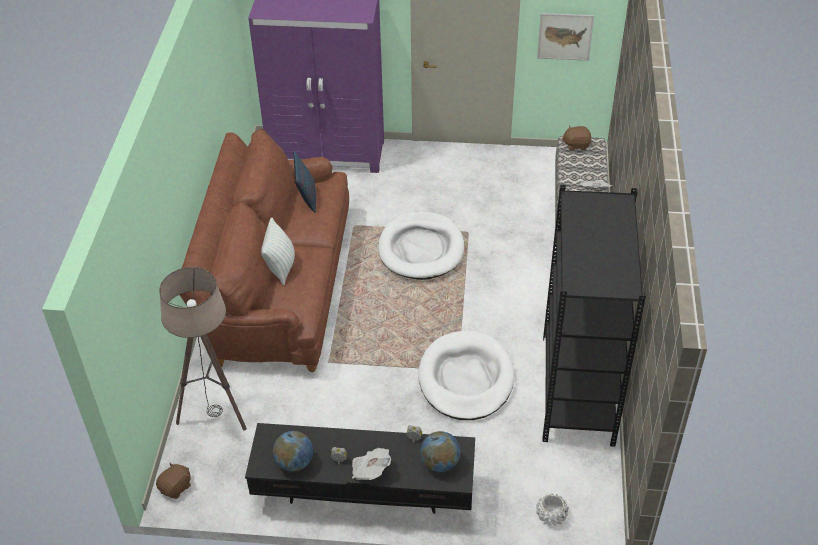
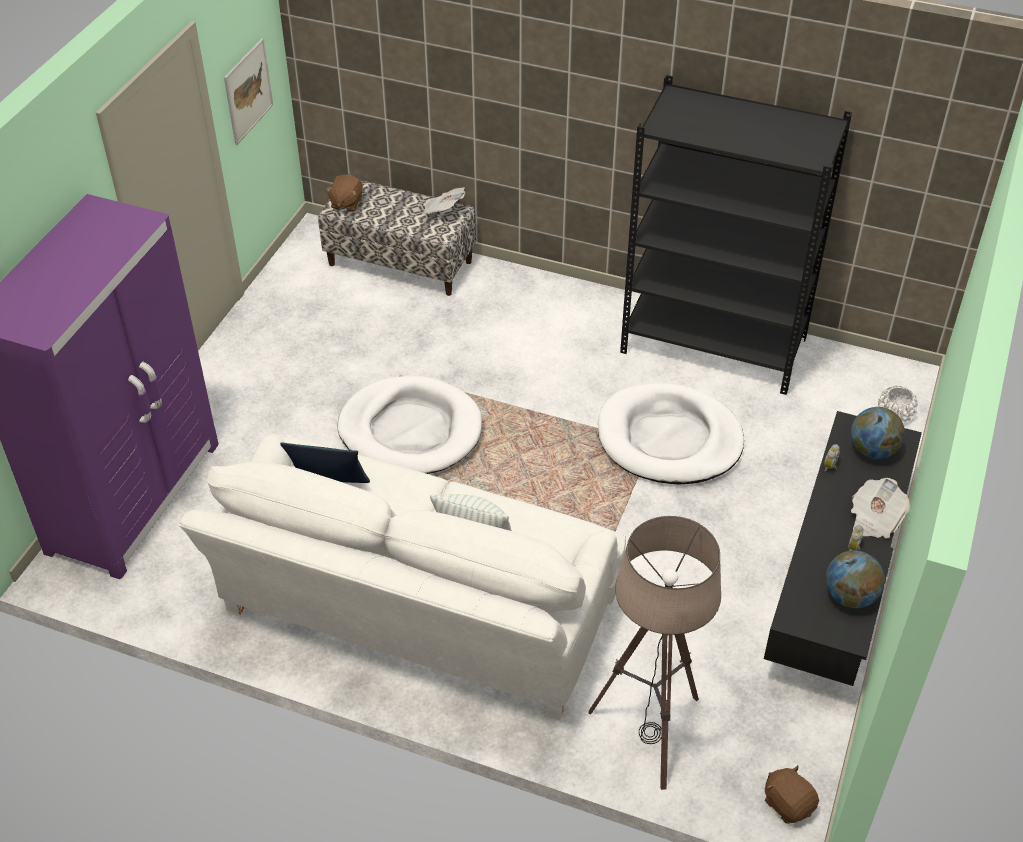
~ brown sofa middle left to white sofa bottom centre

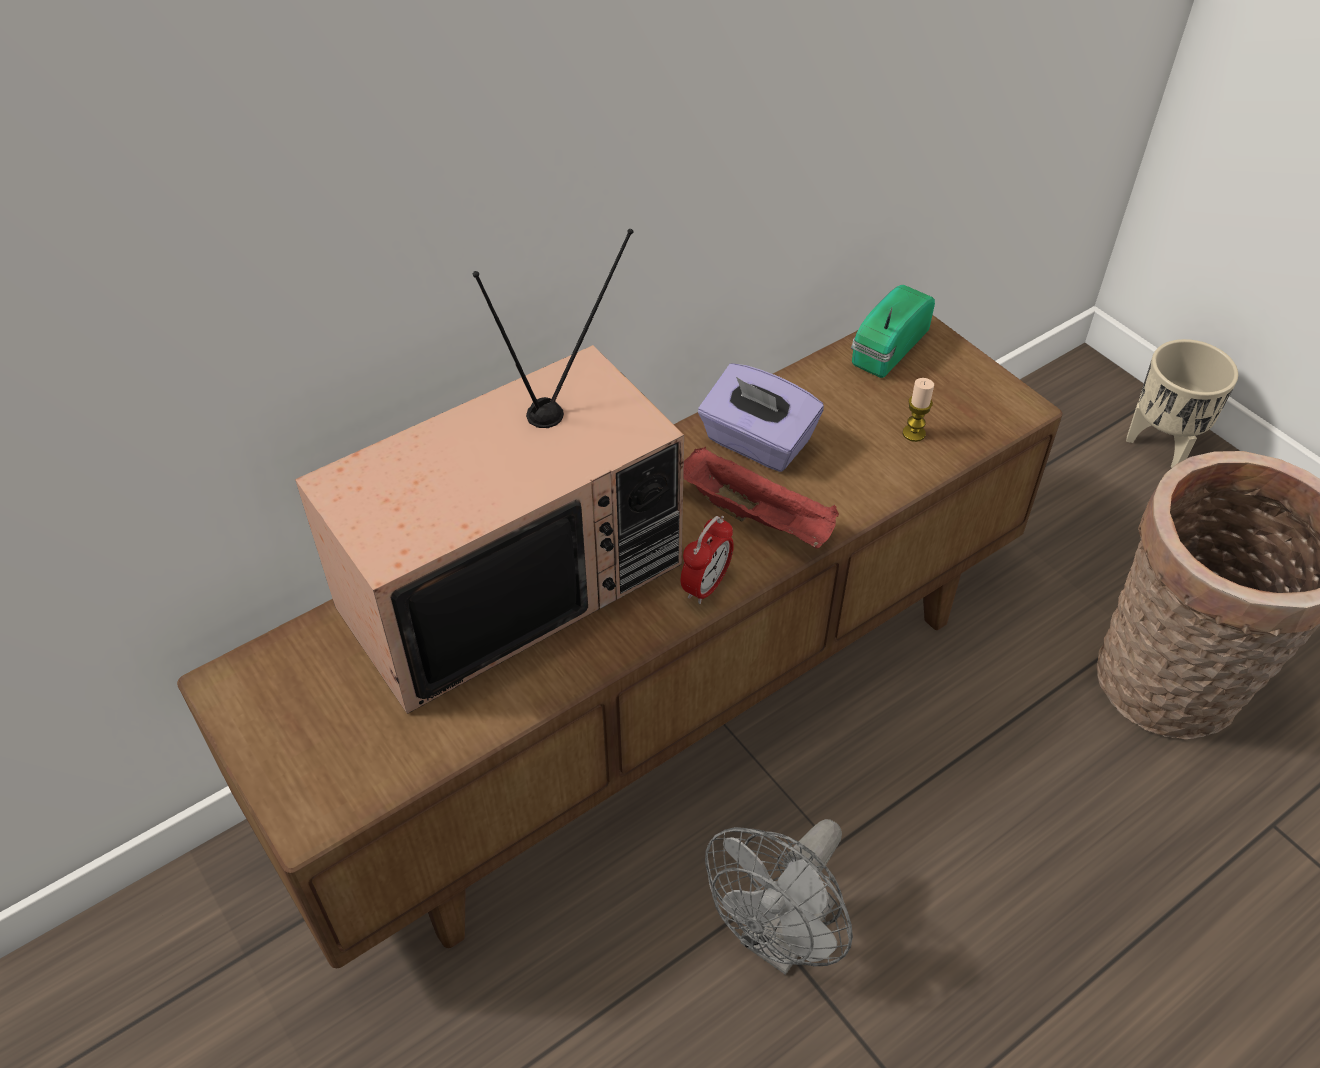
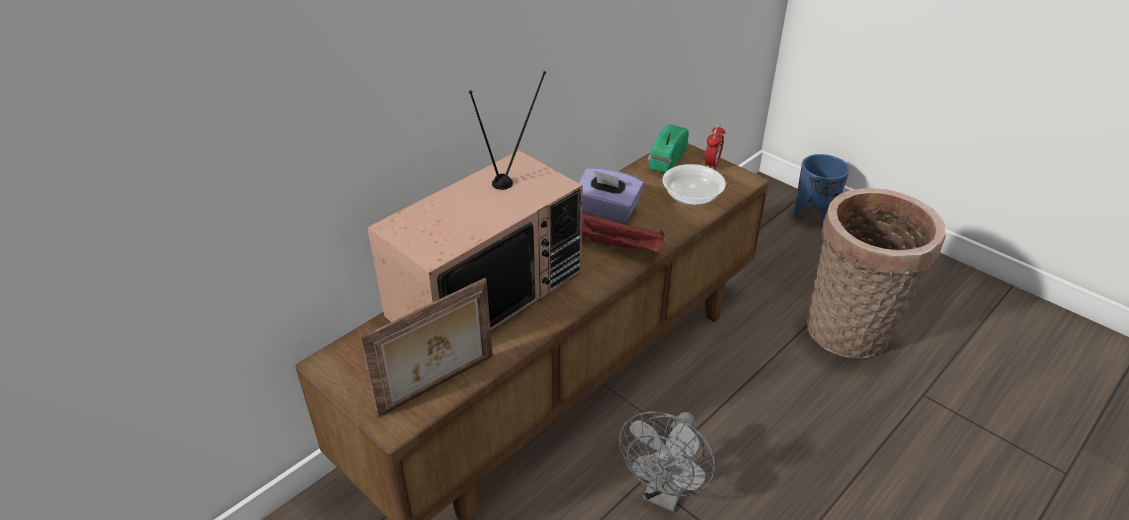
~ beige planter middle right to blue planter middle right
~ candle middle right to bowl centre
~ alarm clock centre to top centre
+ picture frame bottom centre

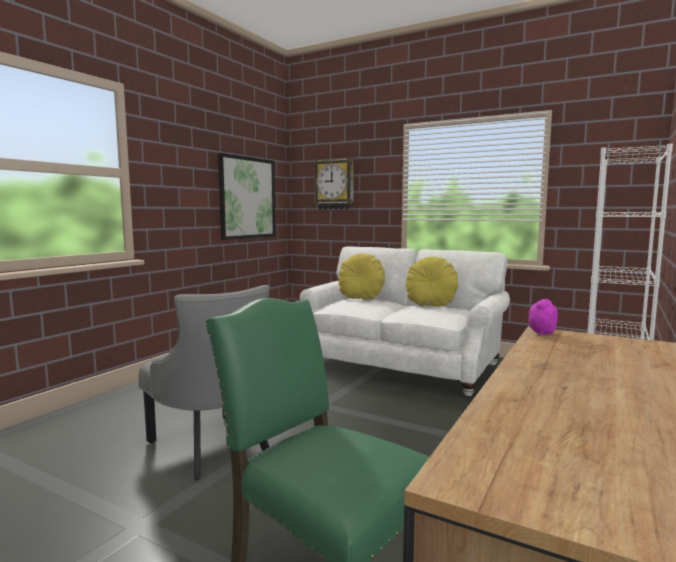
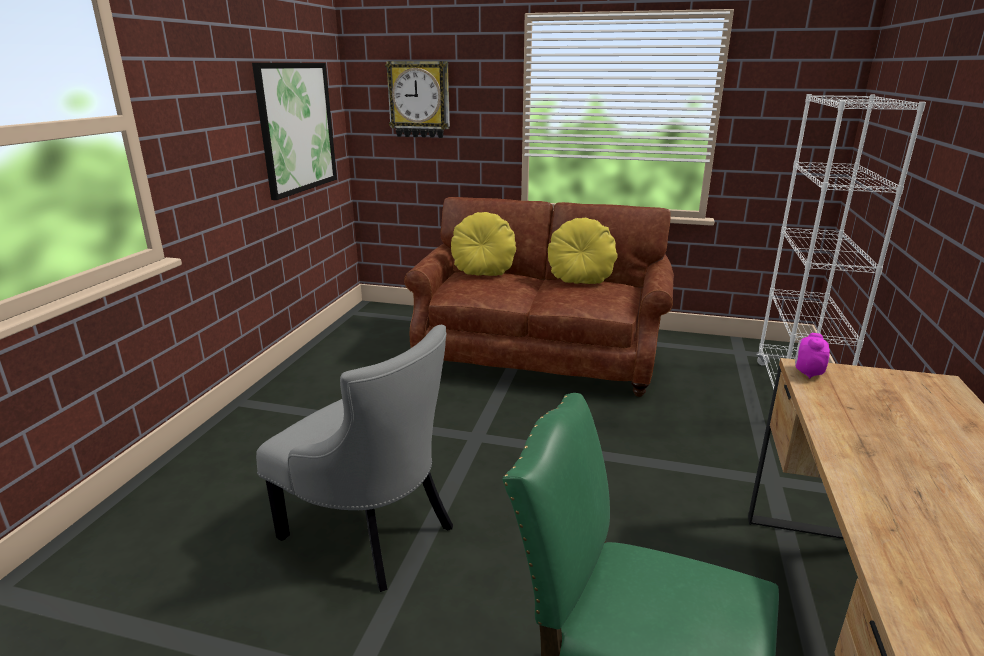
~ white sofa centre to brown sofa centre

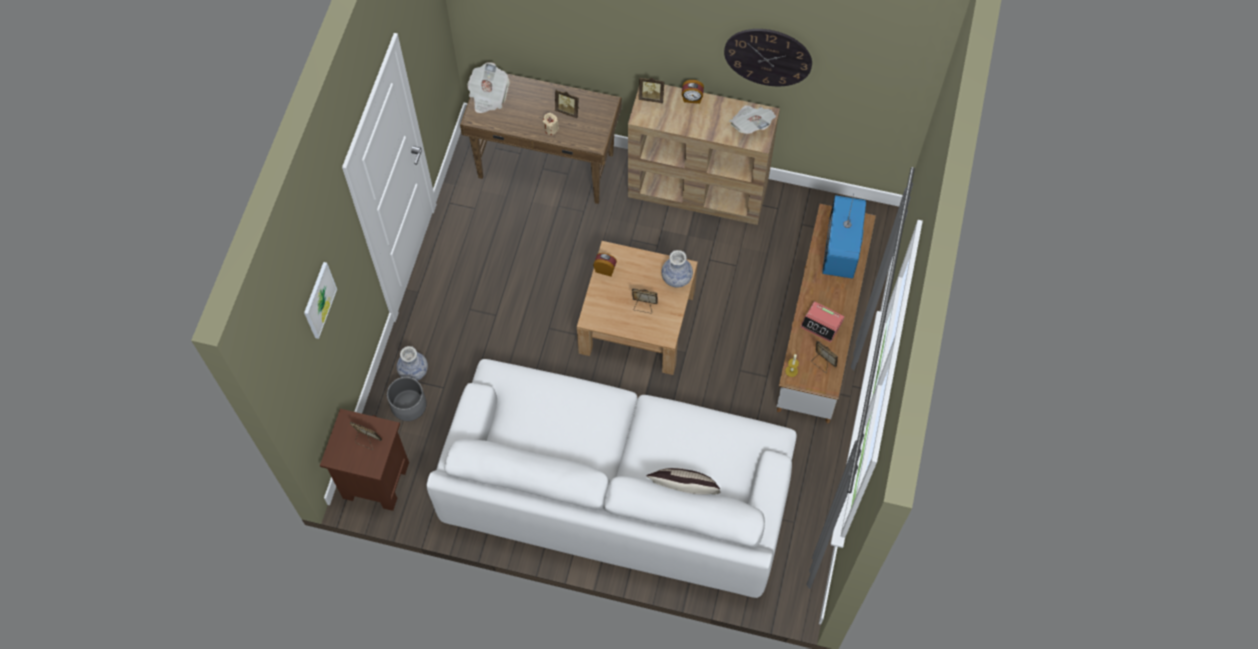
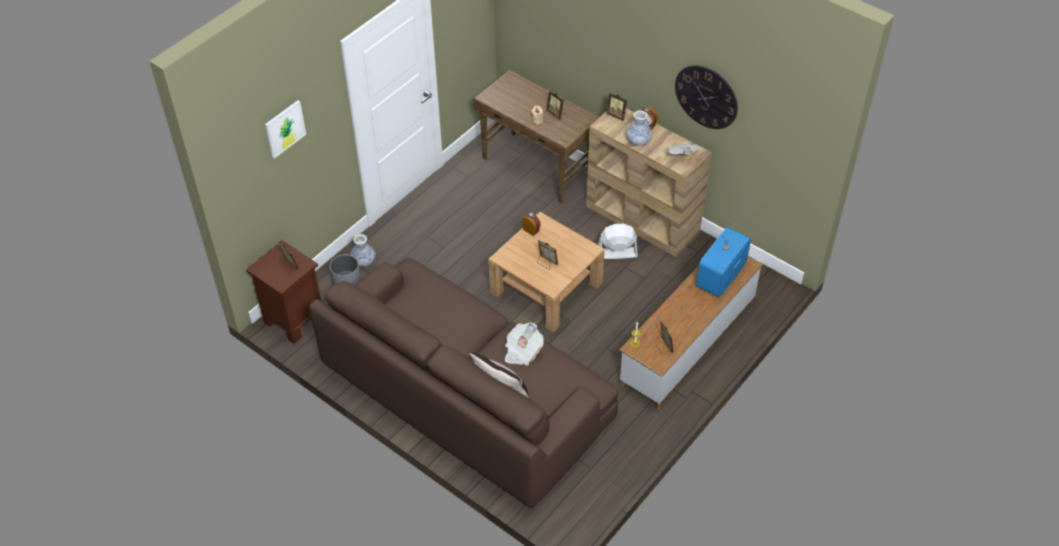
~ newspaper (1st from left) top centre to centre
~ vase (2nd from left) centre to top centre
- alarm clock (3rd from left) centre
~ white sofa bottom centre to brown sofa bottom centre
+ white fan centre

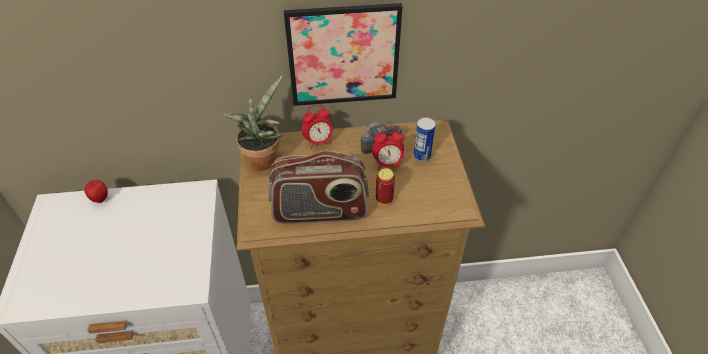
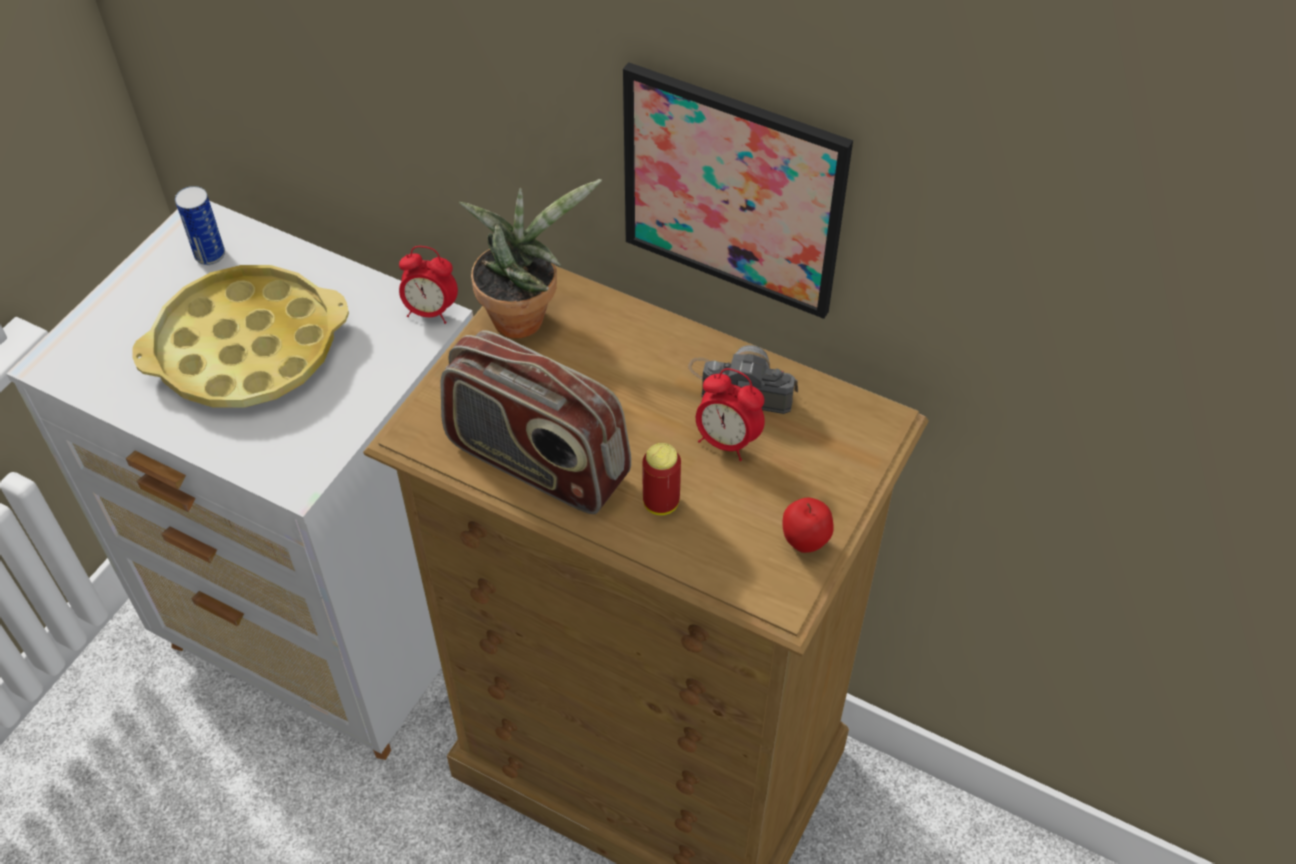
~ alarm clock (1st from left) centre to top left
~ can (2nd from left in the first image) centre to can (1st from left) top left
~ apple middle left to centre
+ yellow tray middle left

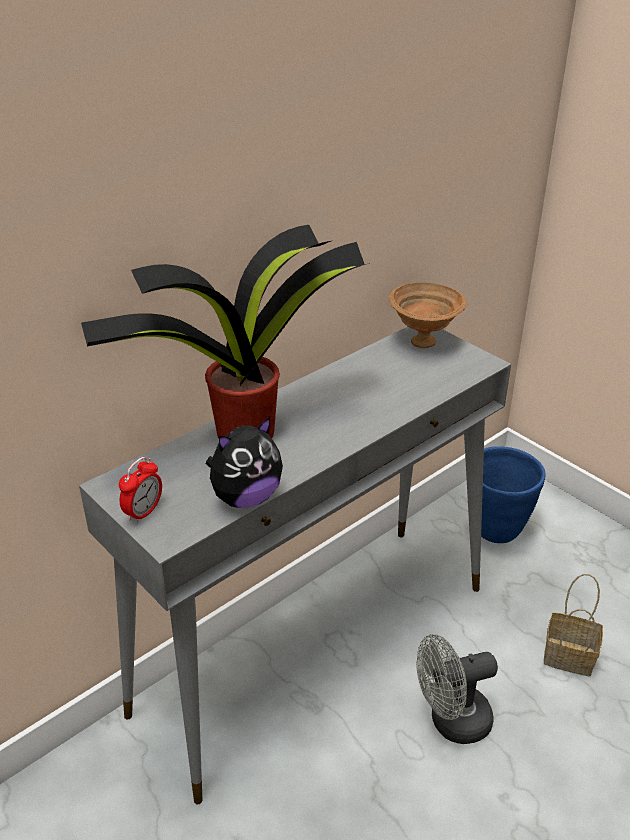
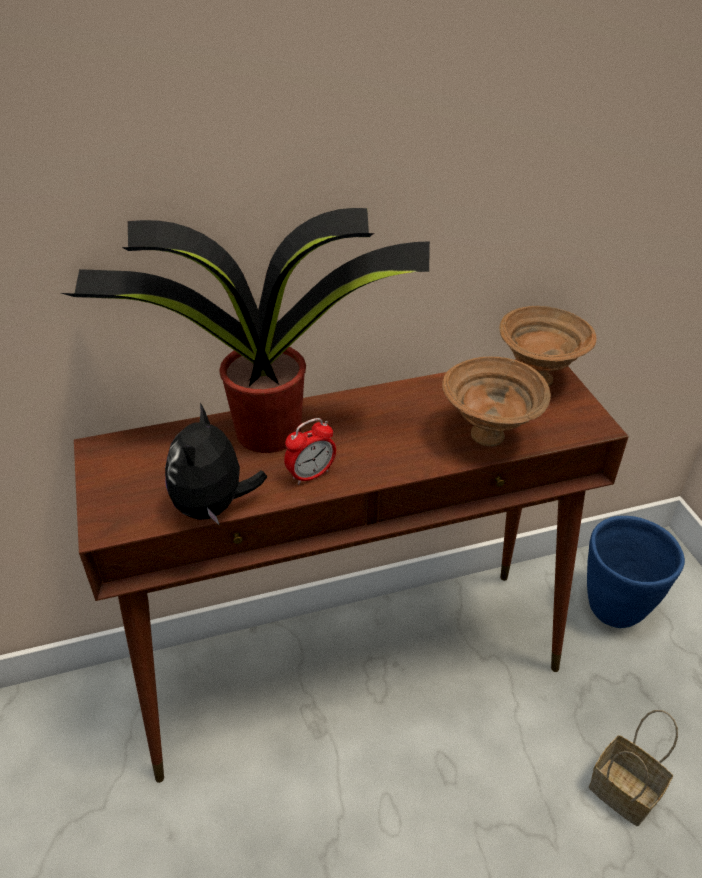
~ grey console table bottom centre to brown console table centre
~ plush toy centre = middle left 105 degrees clockwise
~ alarm clock middle left to centre
- grey fan bottom right
+ brown bowl (1st from left) middle right

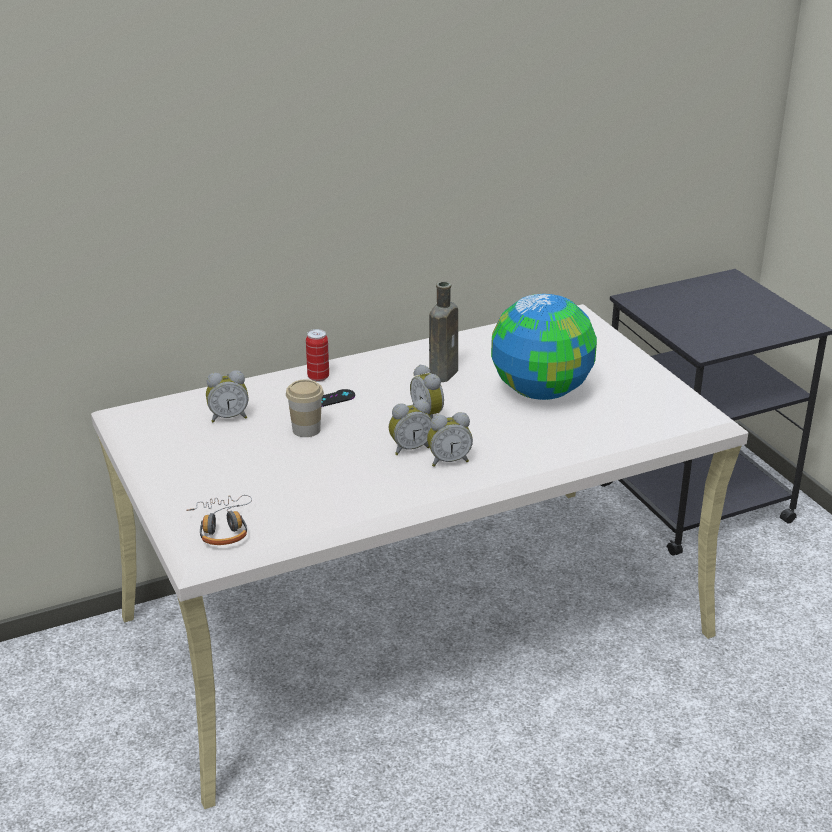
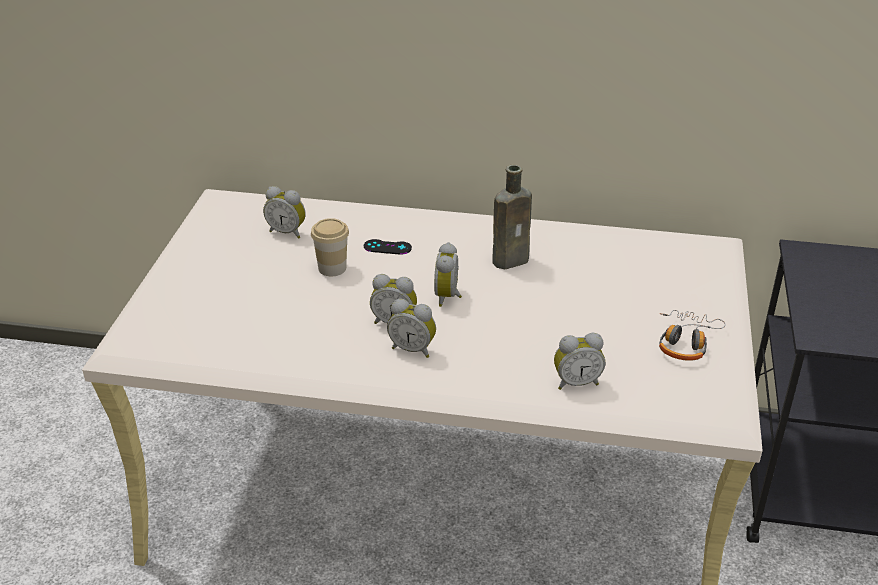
- globe centre
- can centre
~ headphones middle left to middle right
+ alarm clock (5th from left) centre

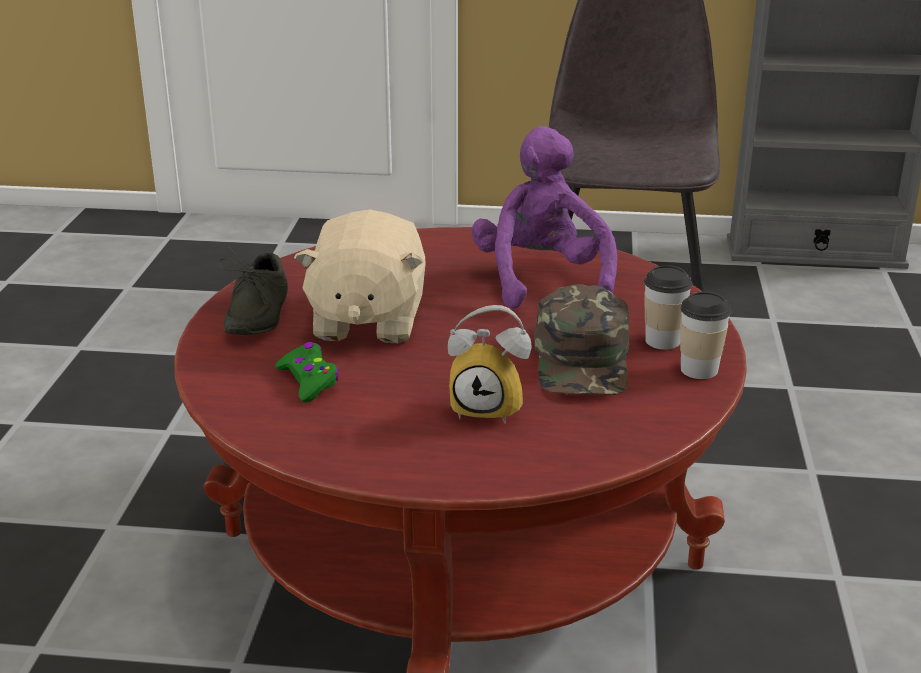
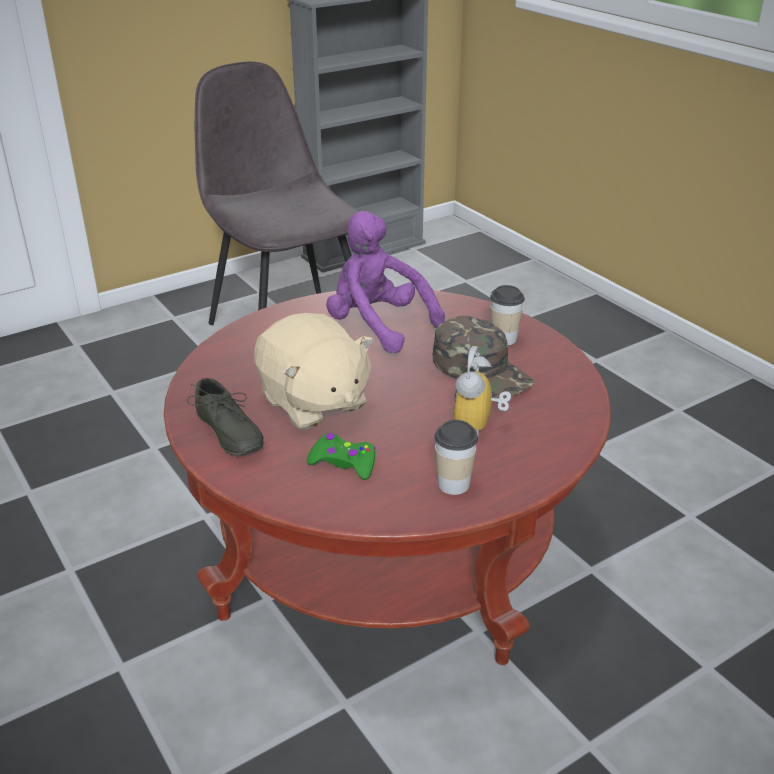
~ cup (2nd from left in the first image) middle right to cup (1st from left) centre
~ alarm clock centre = centre 135 degrees clockwise

